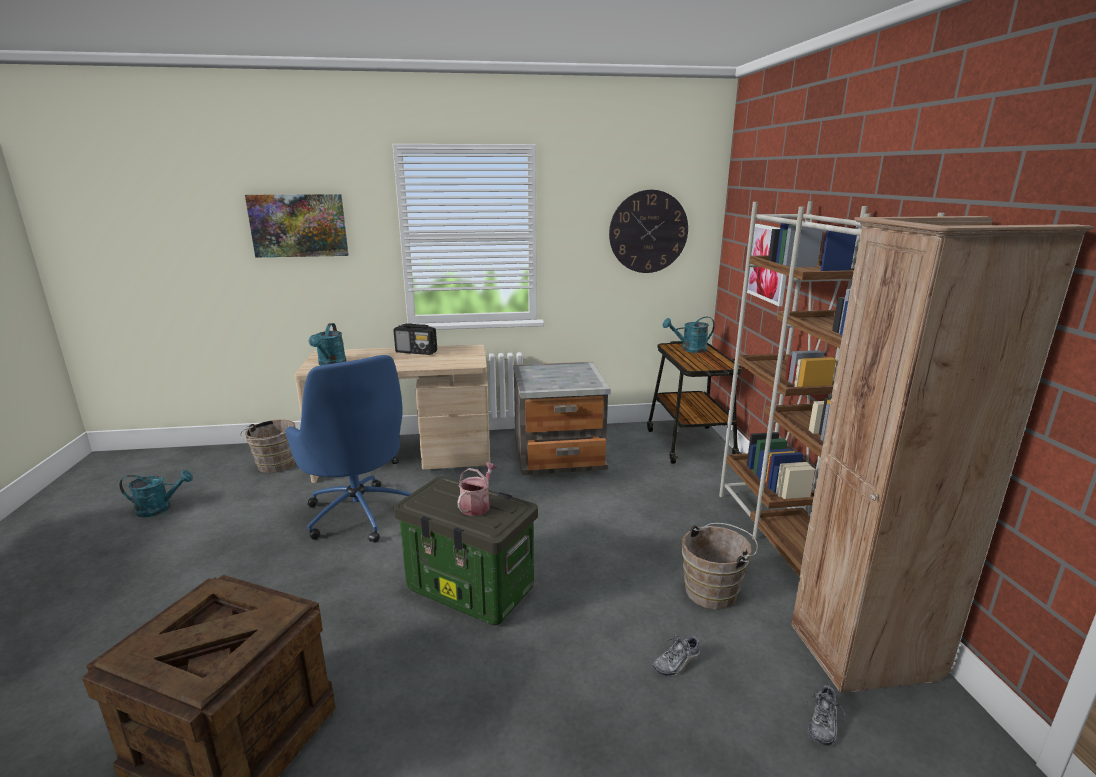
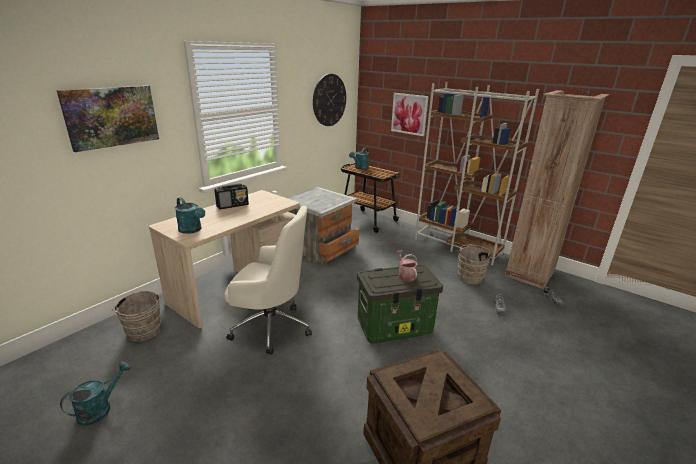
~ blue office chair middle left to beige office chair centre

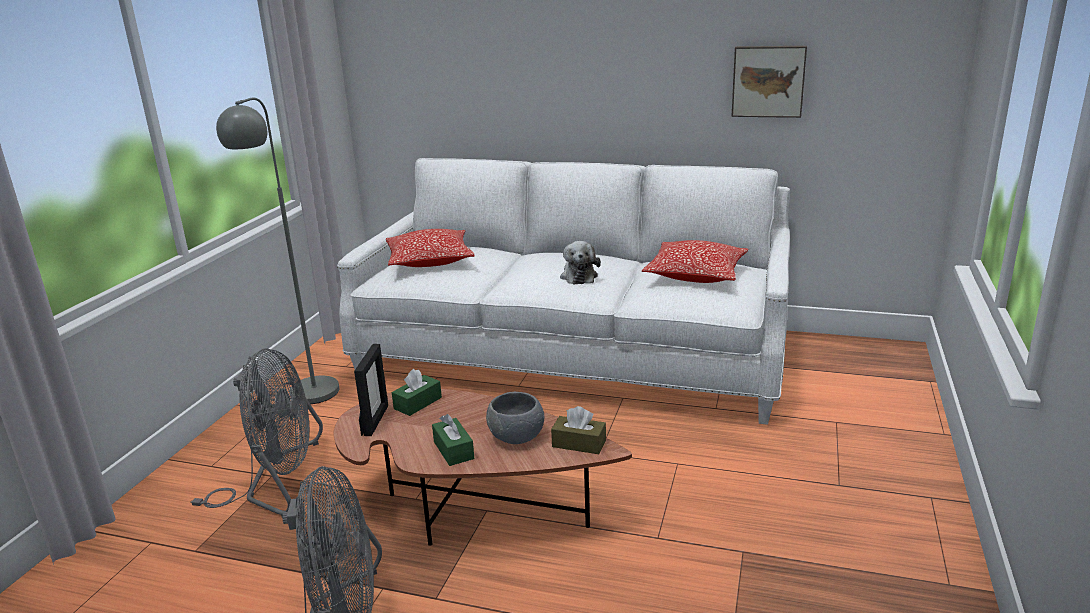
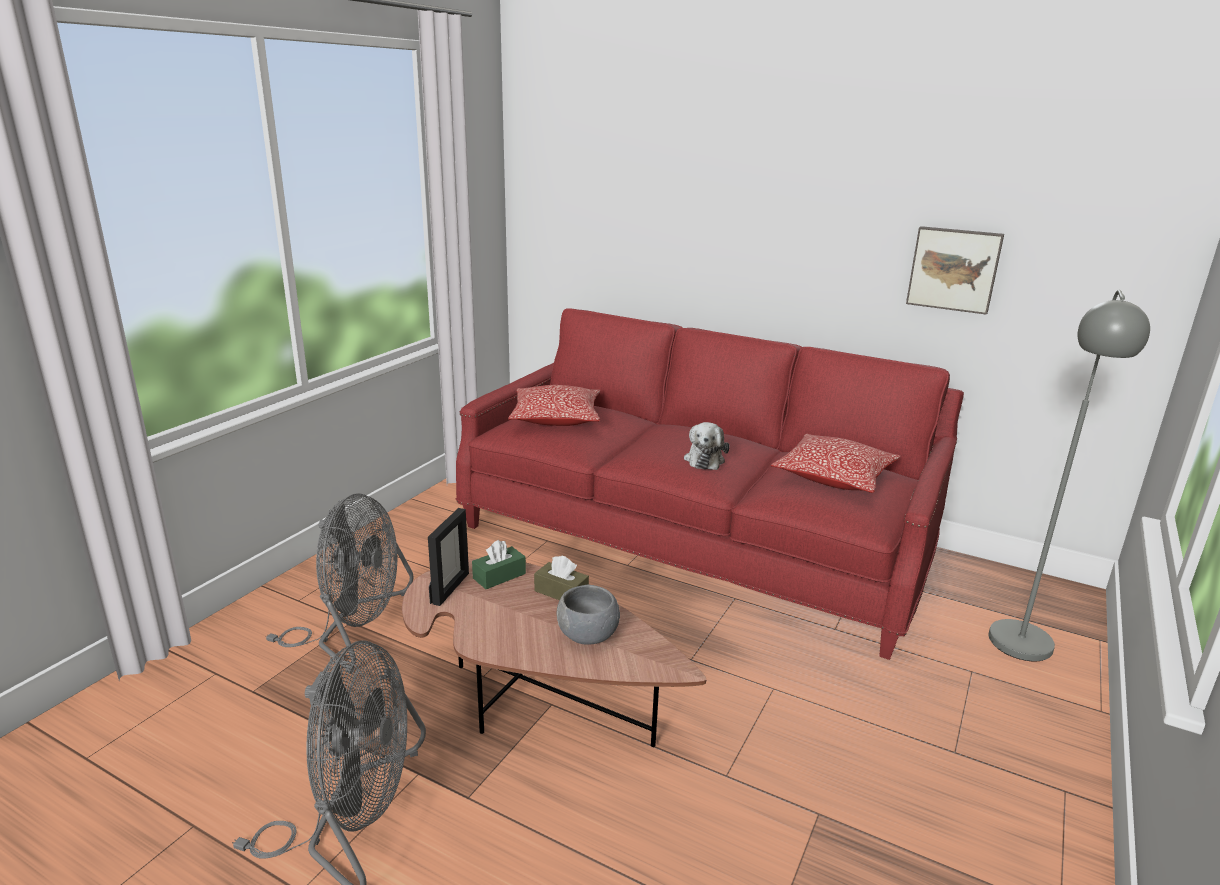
~ grey floor lamp middle left to middle right
~ white sofa centre to red sofa centre
~ brown tissue box bottom centre to centre
- green tissue box (2nd from left) bottom centre

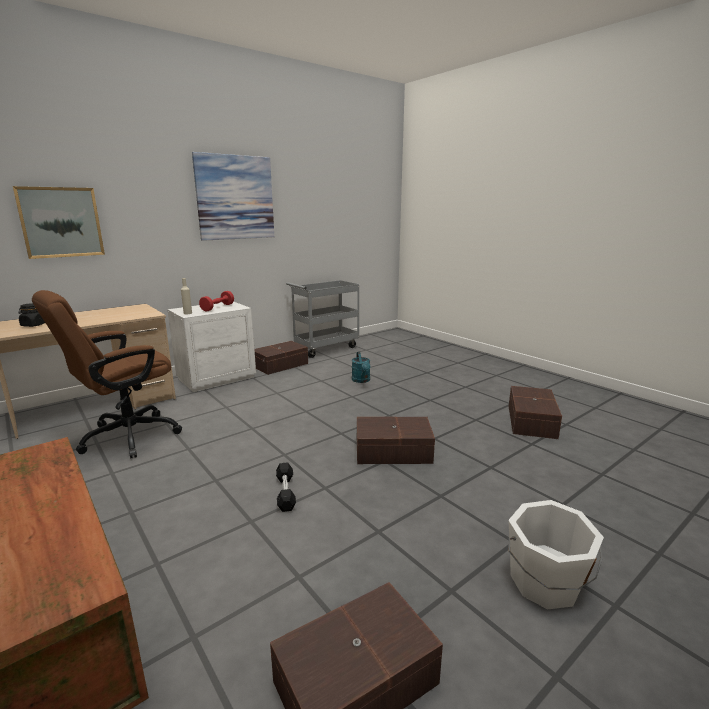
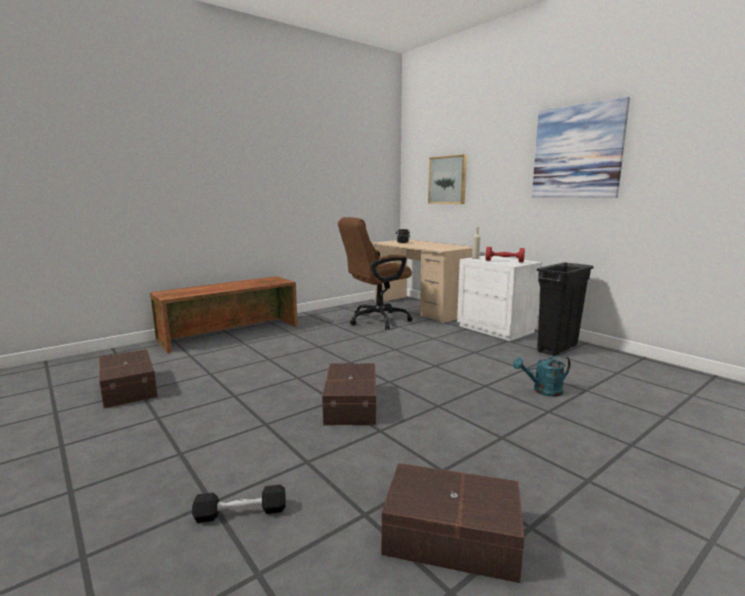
- grey cart centre
~ brown office chair middle left = centre 75 degrees counterclockwise
~ brown storage box (1st from left) centre to black trash can middle right
~ black dumbbell bottom centre to bottom left
- white bucket bottom right

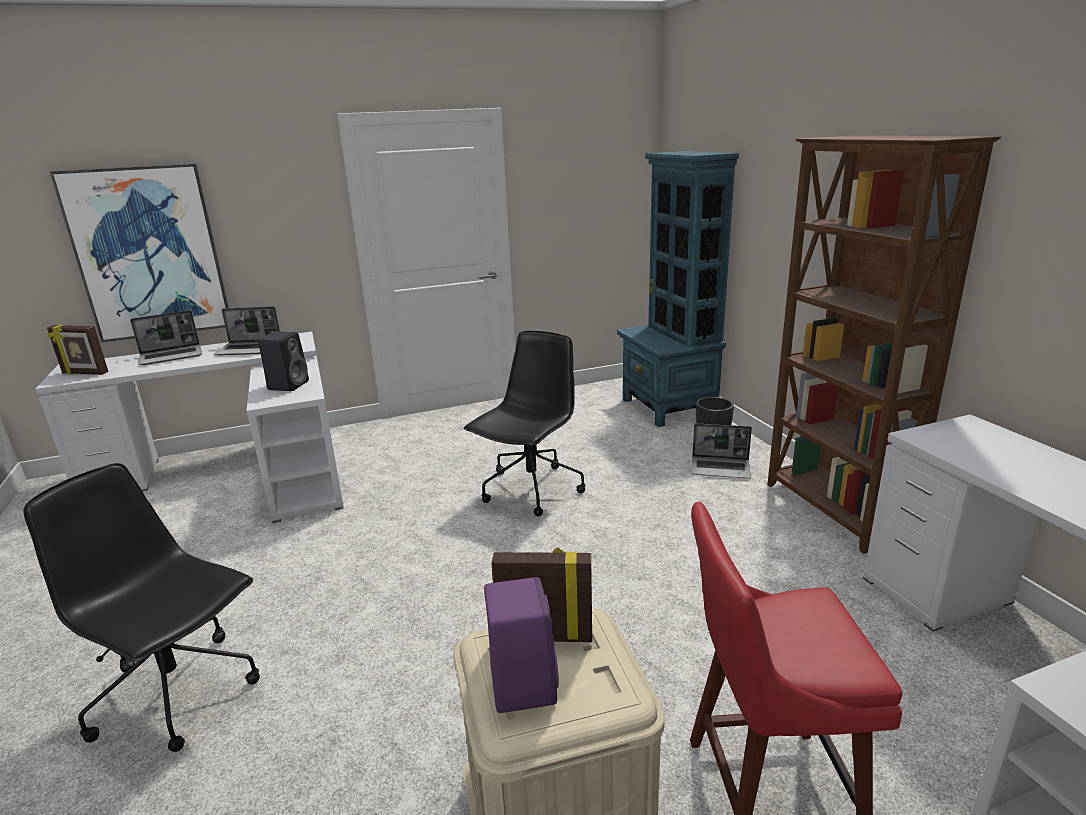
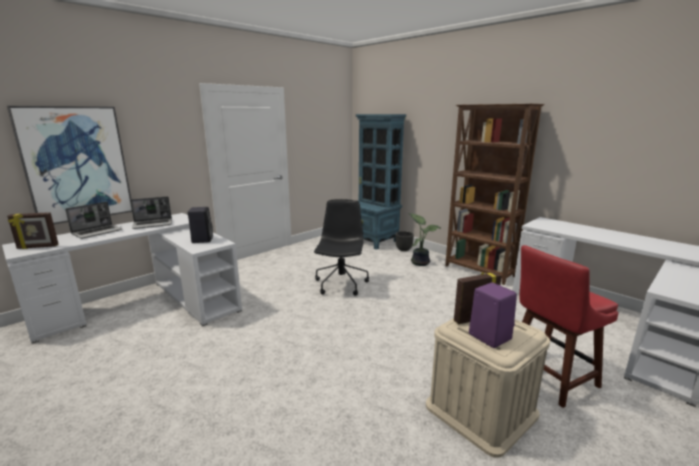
~ laptop (3rd from left) centre to potted plant centre
- black office chair (1st from left) bottom left

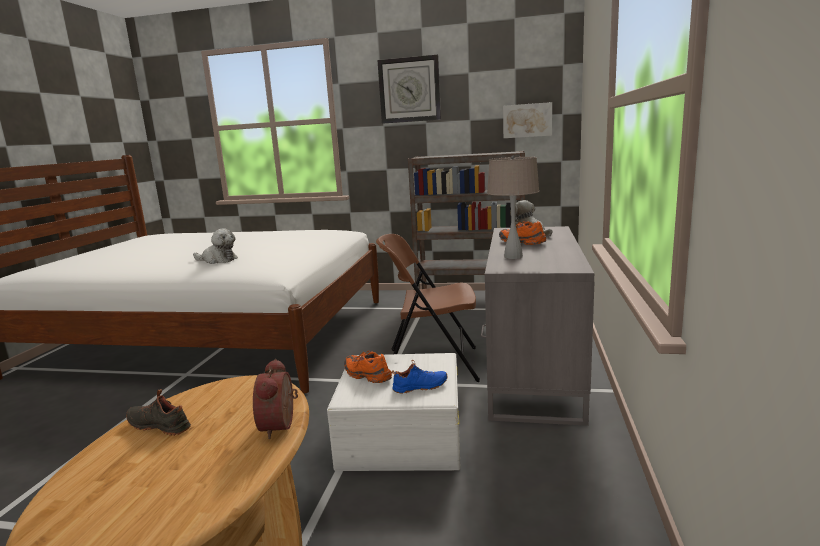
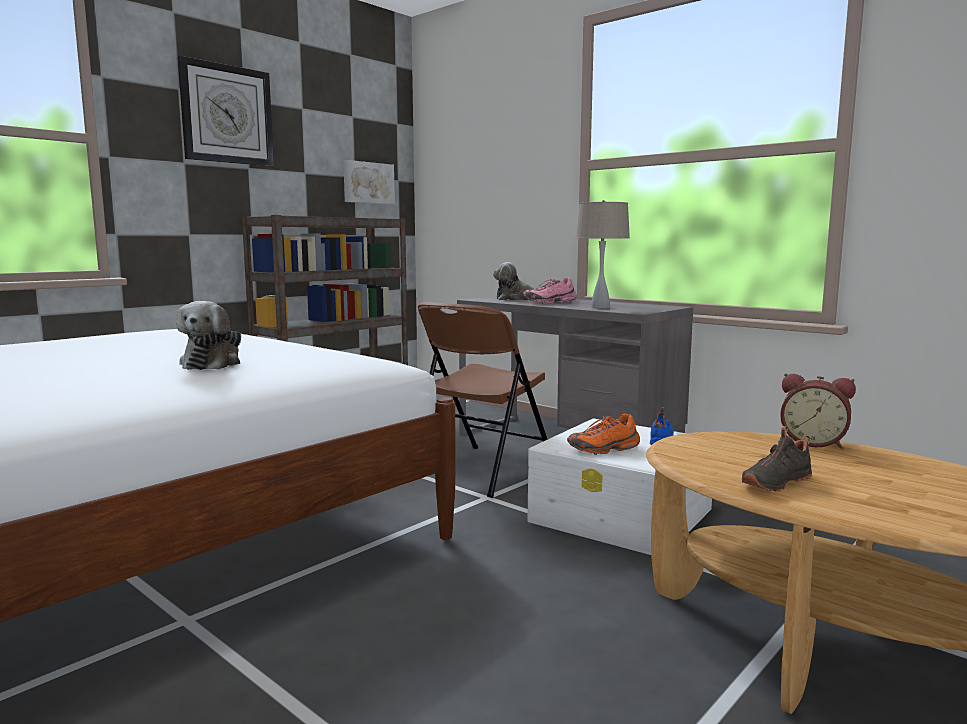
~ orange shoe (2nd from left) centre to pink shoe centre
~ plush toy (1st from left) middle left = middle left 135 degrees clockwise

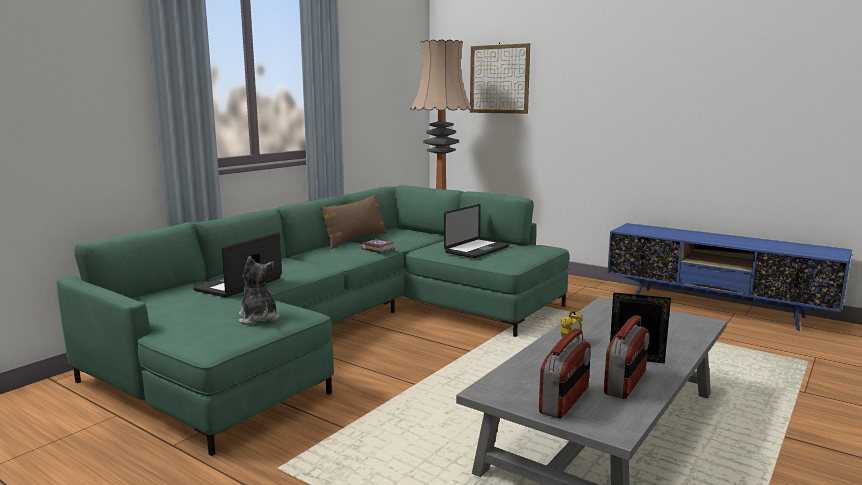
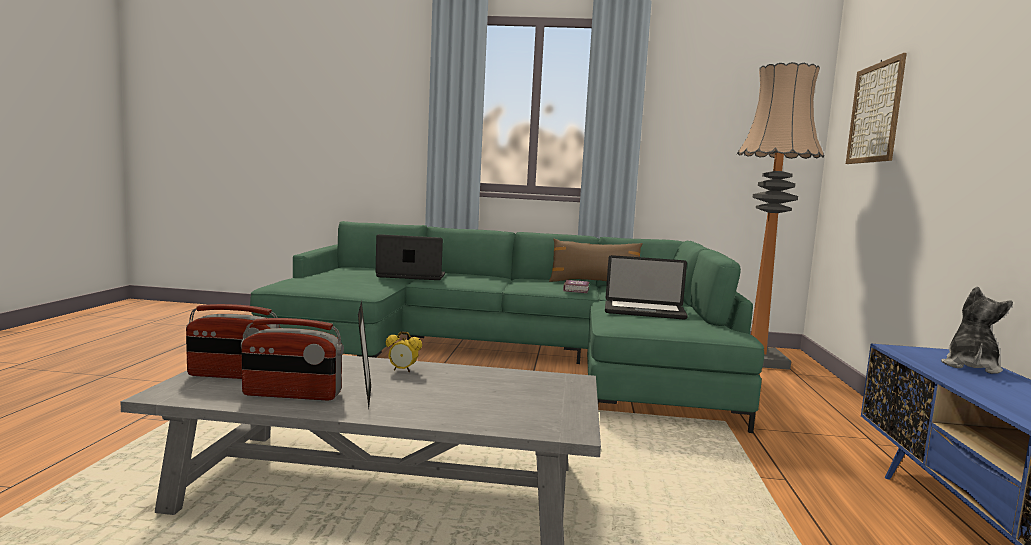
~ plush toy middle left to middle right

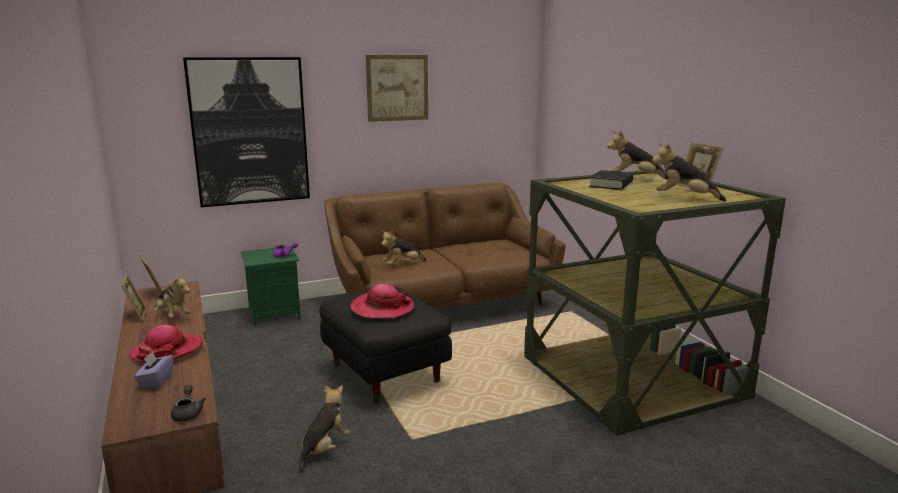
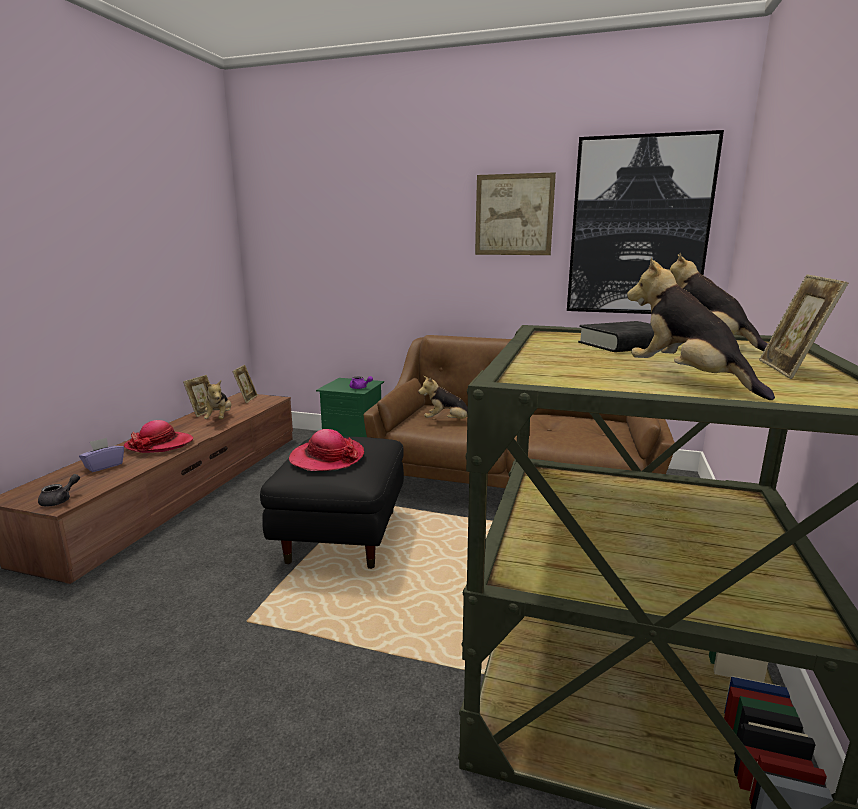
~ picture (1st from left in the first image) top left to picture (2nd from left) top right
- plush toy (2nd from left) bottom centre

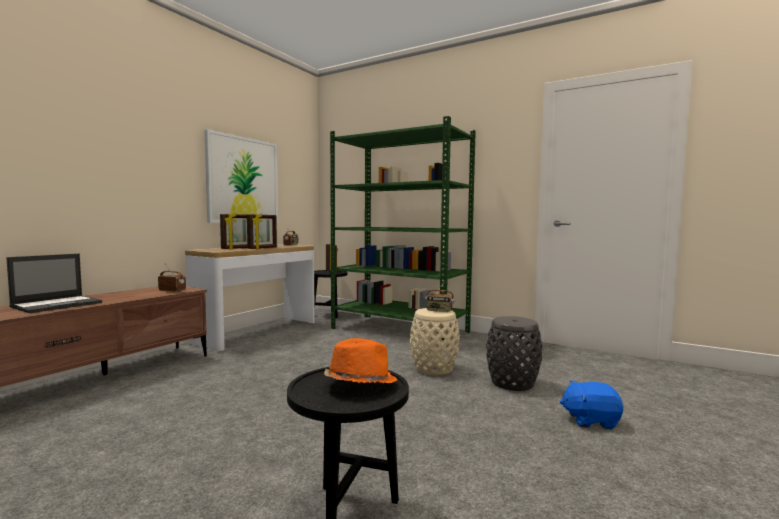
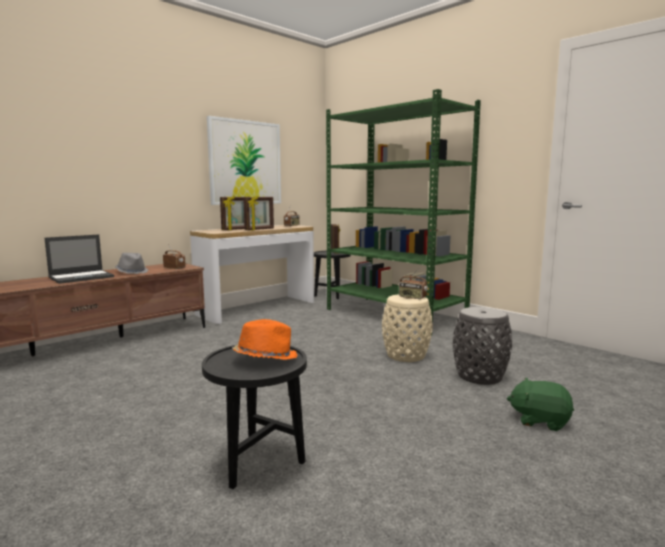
~ blue plush toy bottom right to green plush toy bottom right
+ grey hat middle left

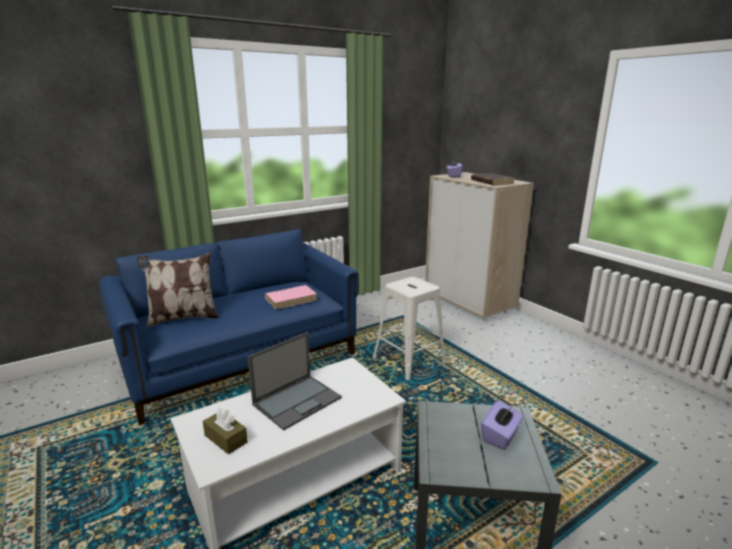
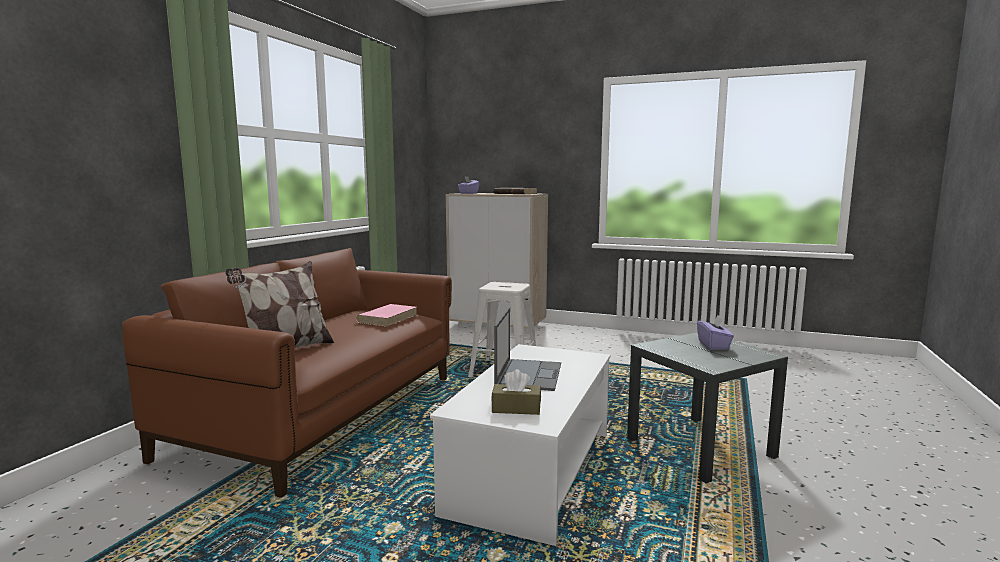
~ blue sofa middle left to brown sofa middle left

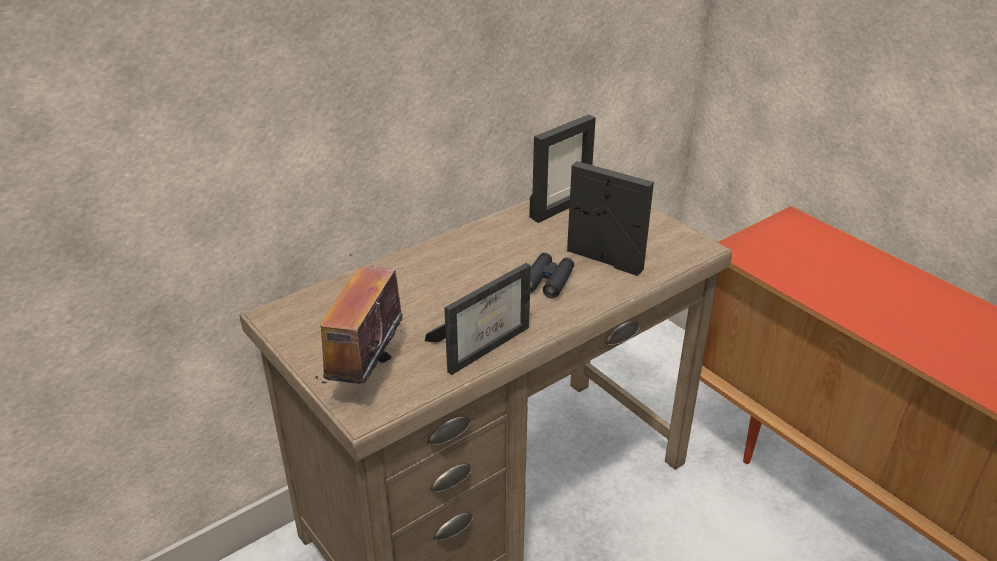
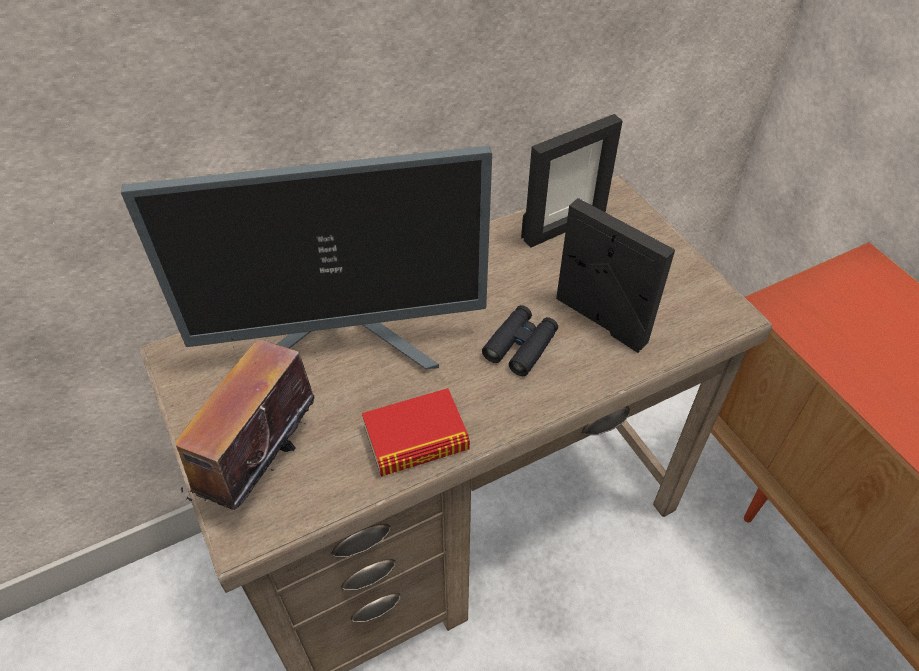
~ picture frame (1st from left) centre to book centre
+ monitor middle left

